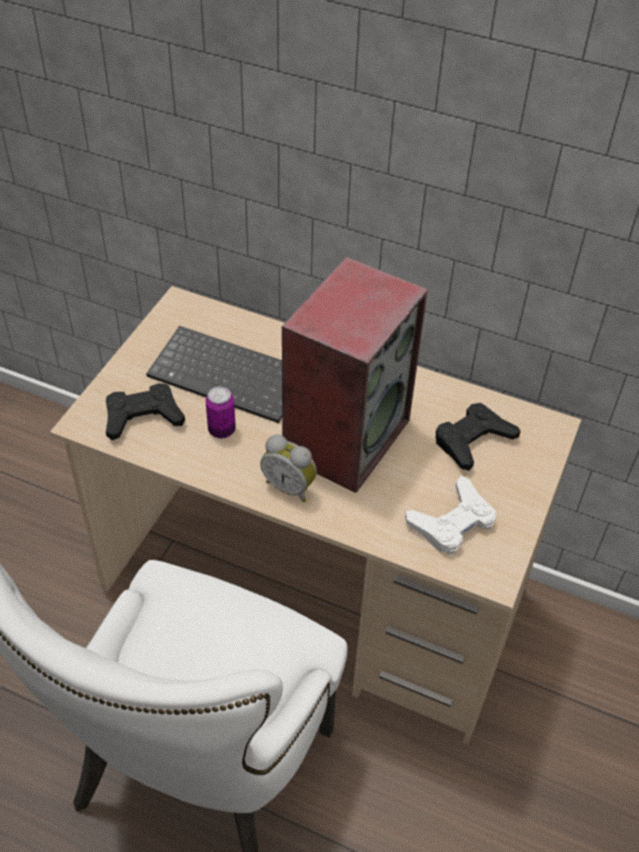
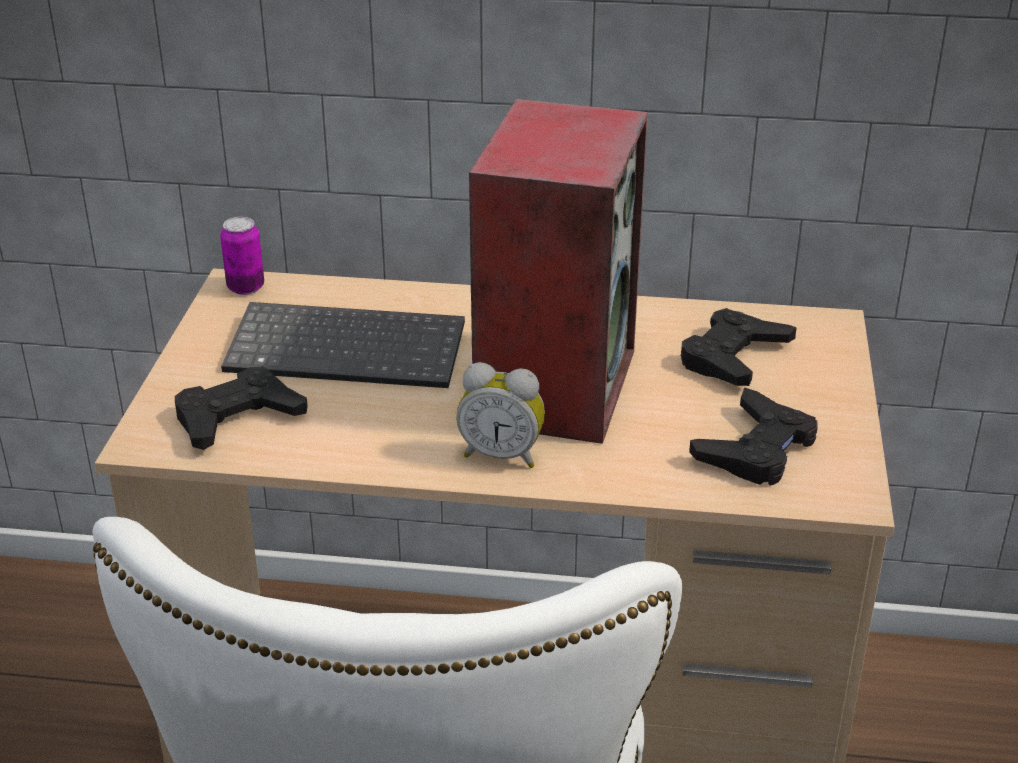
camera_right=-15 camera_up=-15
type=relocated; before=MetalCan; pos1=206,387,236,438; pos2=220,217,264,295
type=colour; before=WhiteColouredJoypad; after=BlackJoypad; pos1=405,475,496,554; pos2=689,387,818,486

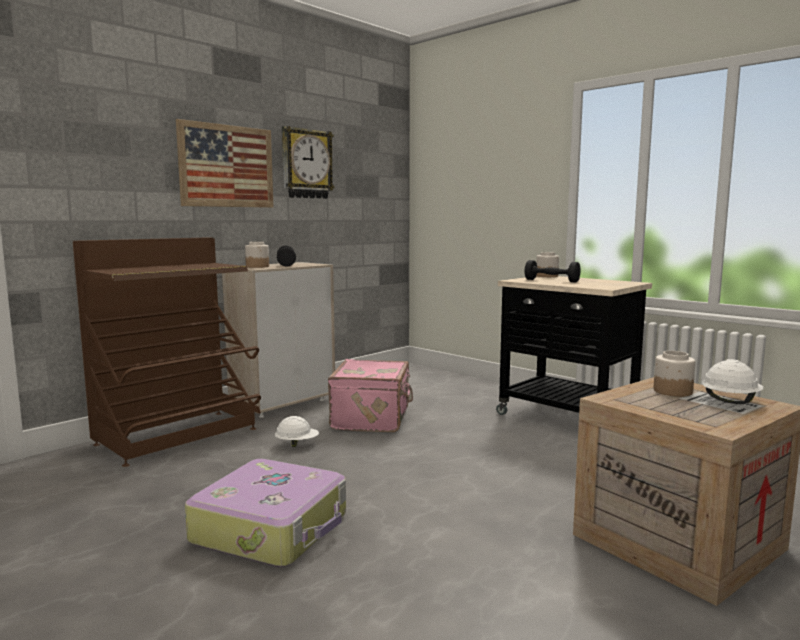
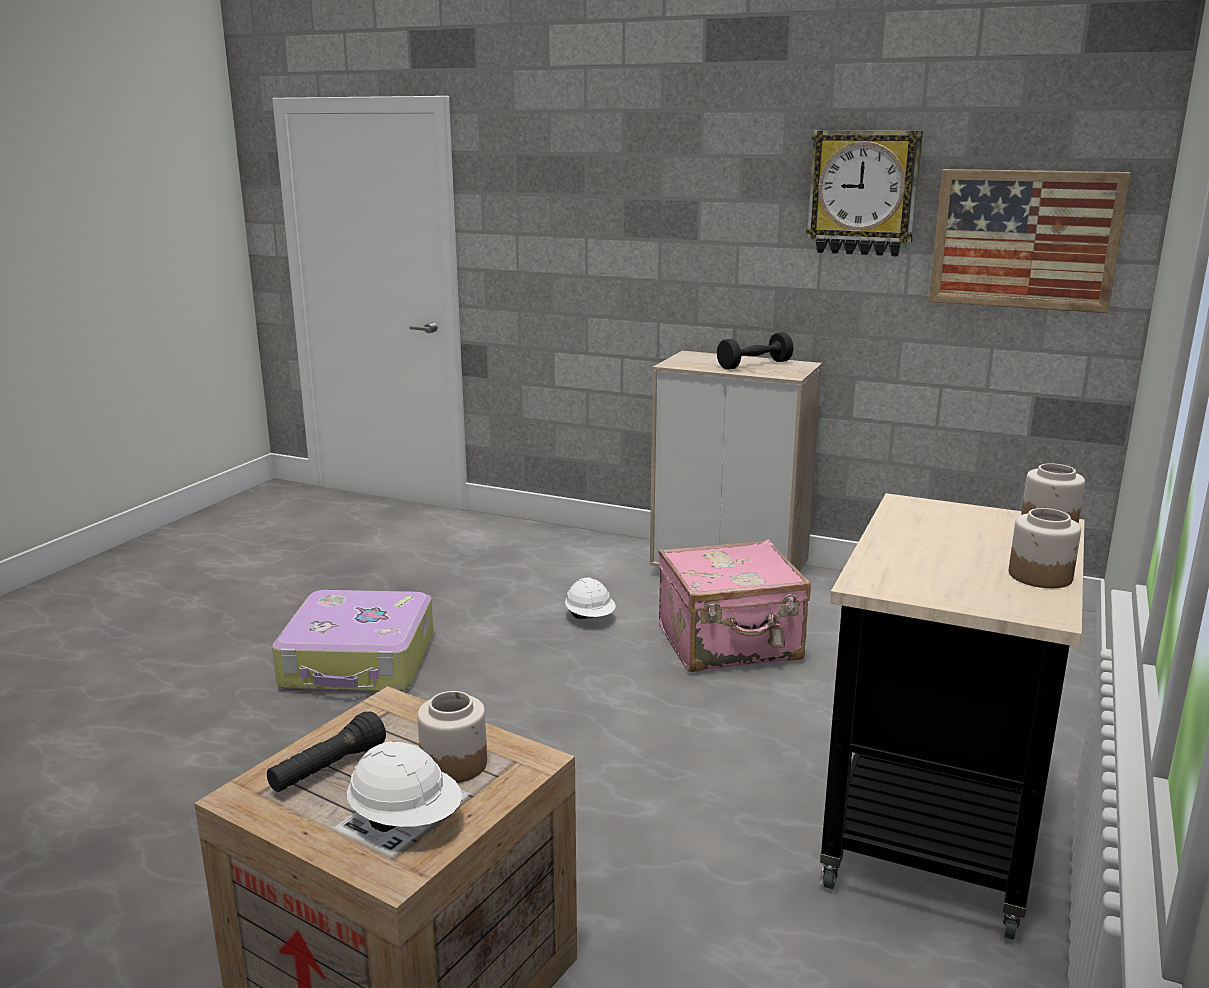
camera_right=70 camera_up=10
type=missing; before=BrownishShoeShelf; pos1=73,237,261,467
type=missing; before=BlackDumbbell; pos1=524,260,581,282
type=appeared; after=BlackTorch; pos2=267,711,386,792
type=relocated; before=WallPicture; pos1=176,119,274,208; pos2=929,169,1131,313
type=relocated; before=PreserveJar; pos1=245,242,269,268; pos2=1009,508,1081,588

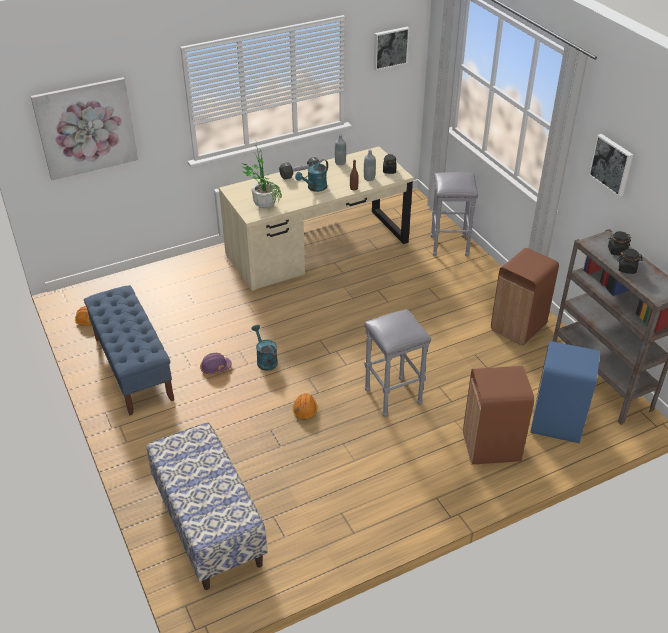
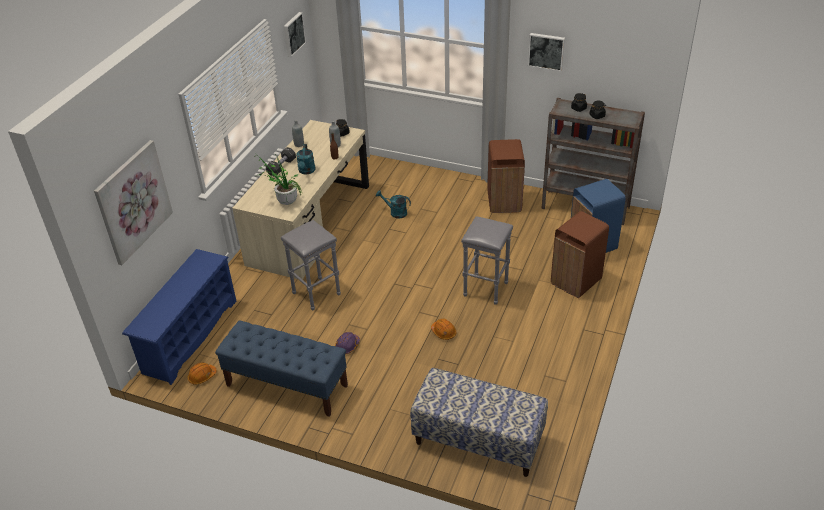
camera_right=-40 camera_up=0
type=appeared; after=BluishShoeShelf; pos2=122,249,237,385
type=relocated; before=TurquoiseColouredSprinklingCan; pos1=251,325,278,371; pos2=376,190,411,218
type=relocated; before=GreySittingStool; pos1=431,172,478,256; pos2=281,220,341,310

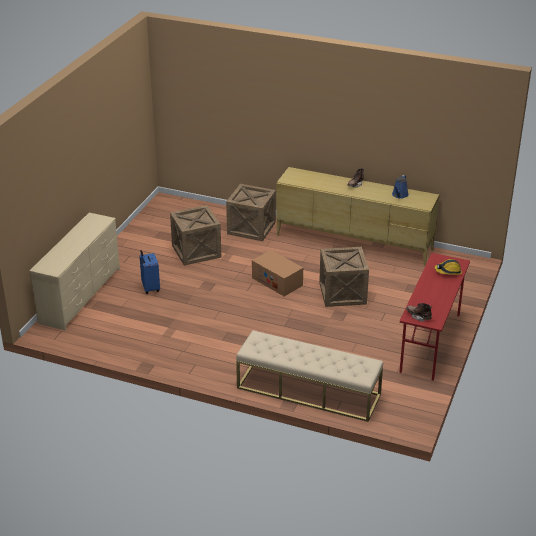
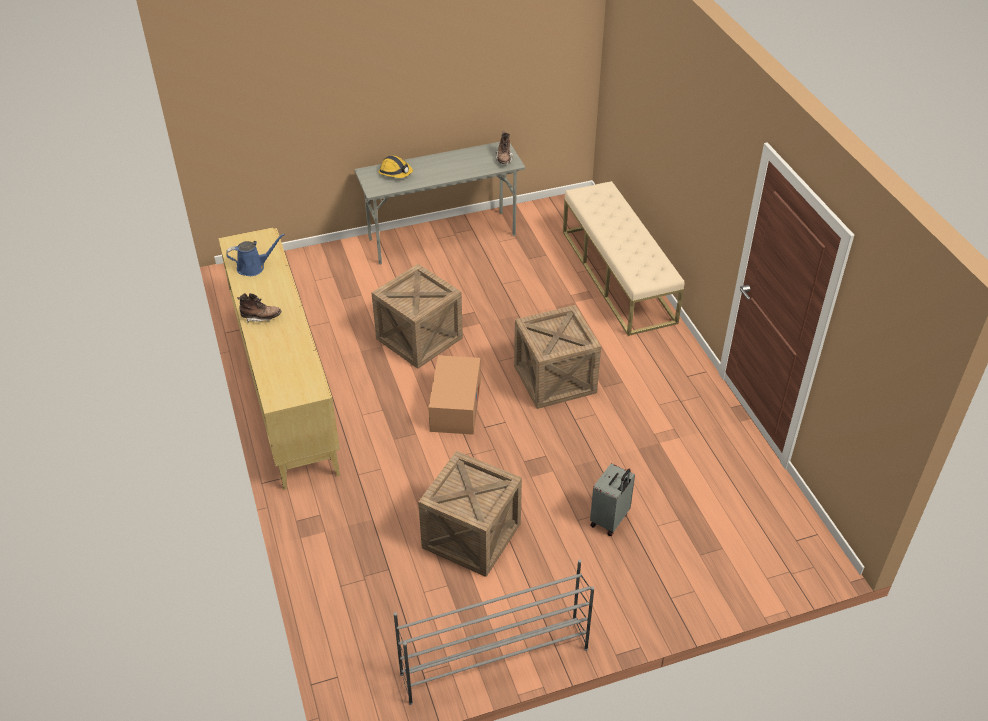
camera_right=-130 camera_up=10
type=missing; before=SandColouredDresser; pos1=30,213,120,331
type=appeared; after=GreyShoeShelf; pos2=394,559,594,705
type=relocated; before=Crate; pos1=226,184,276,241; pos2=514,305,601,409
type=colour; before=BluishPieceOfLuggage; after=GreyPieceOfLuggage; pos1=139,250,160,294; pos2=590,463,635,536
type=colour; before=RedColouredDeskUnit; after=GreyDeskUnit; pos1=399,253,470,381; pos2=355,142,525,264

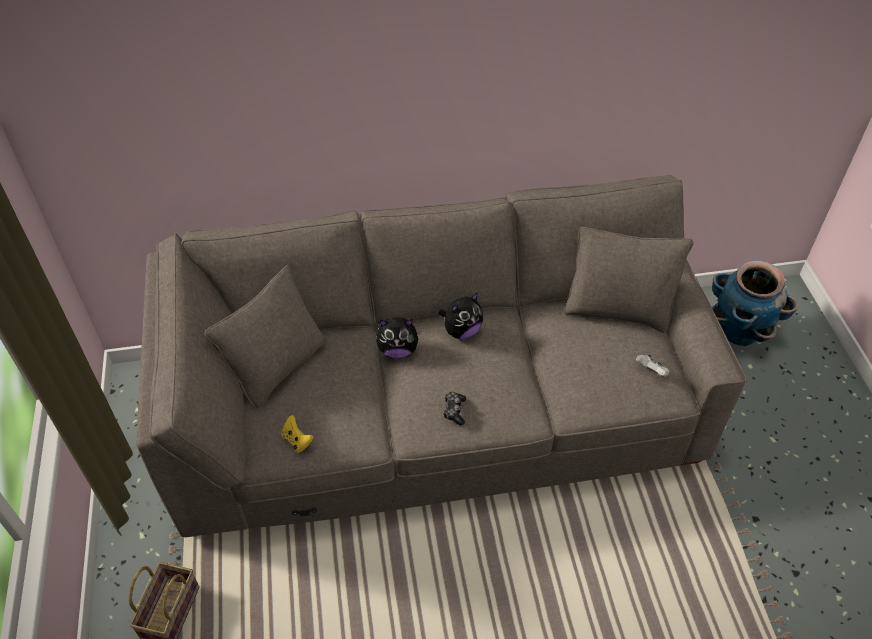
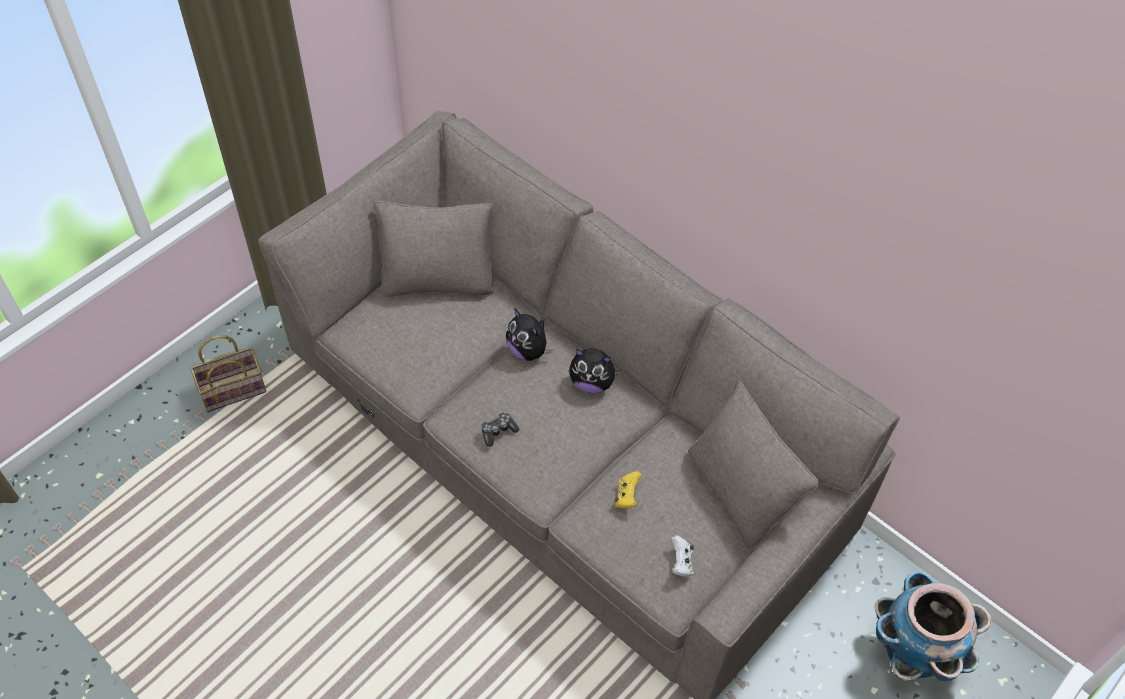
camera_right=50 camera_up=5
type=relocated; before=YellowColouredJoypad; pos1=281,415,314,453; pos2=615,471,642,508

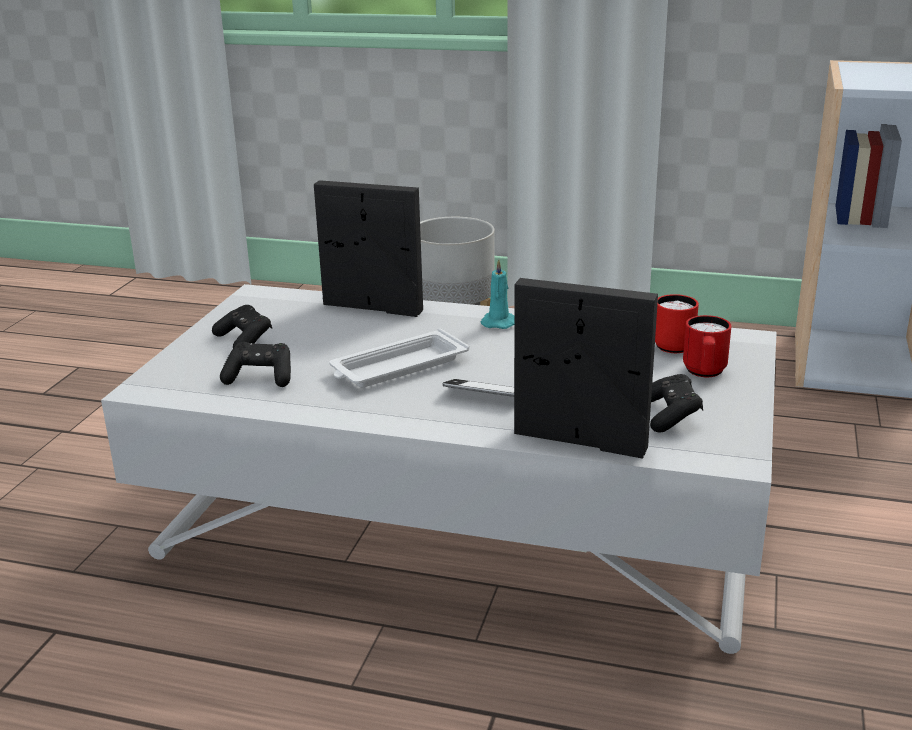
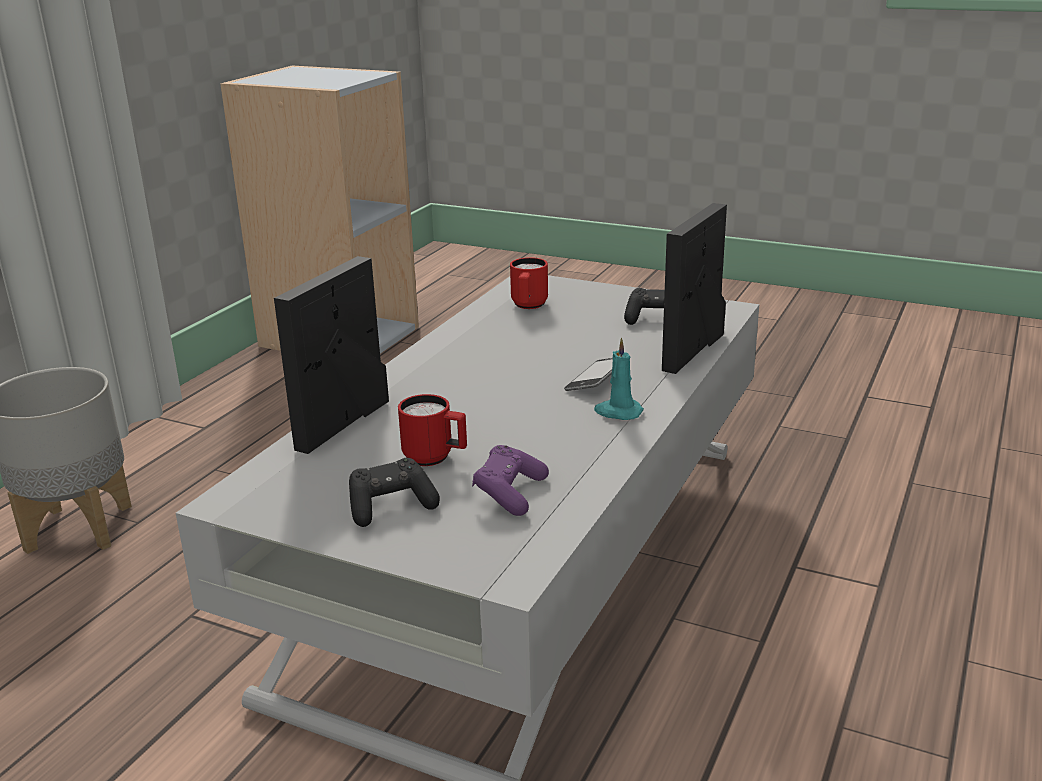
camera_right=-80 camera_up=0
type=missing; before=WhiteColouredServingTray; pos1=329,328,469,387
type=relocated; before=TurquoiseColouredWaxCandle; pos1=481,259,515,329; pos2=594,338,644,420
type=relocated; before=RedColouredCoffeeMug; pos1=683,315,732,377; pos2=398,394,467,466
type=colour; before=BlackJoypad; after=PurplishJoypad; pos1=220,342,291,387; pos2=472,445,549,516

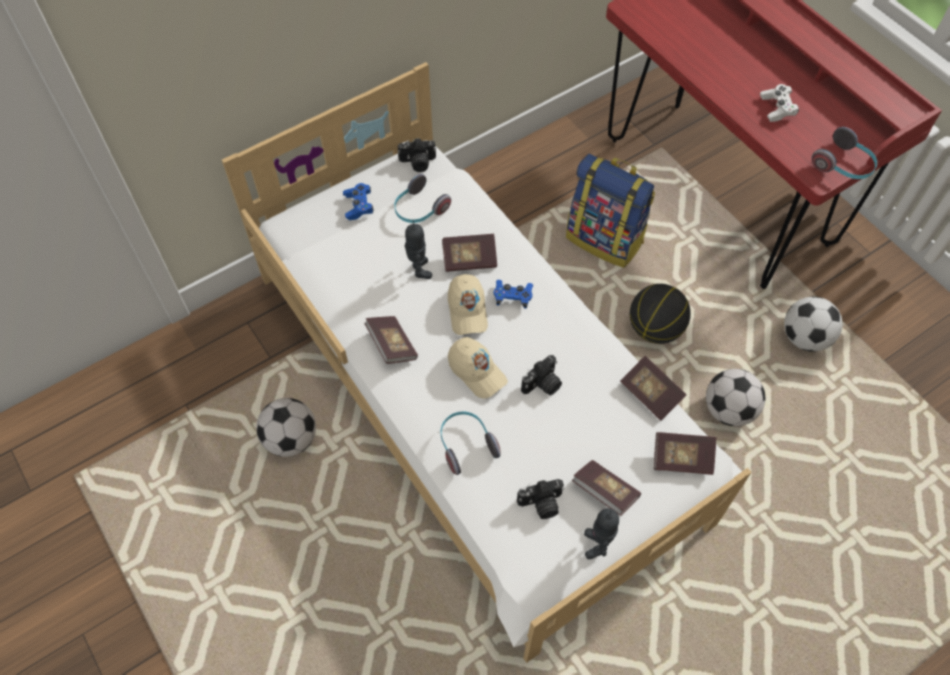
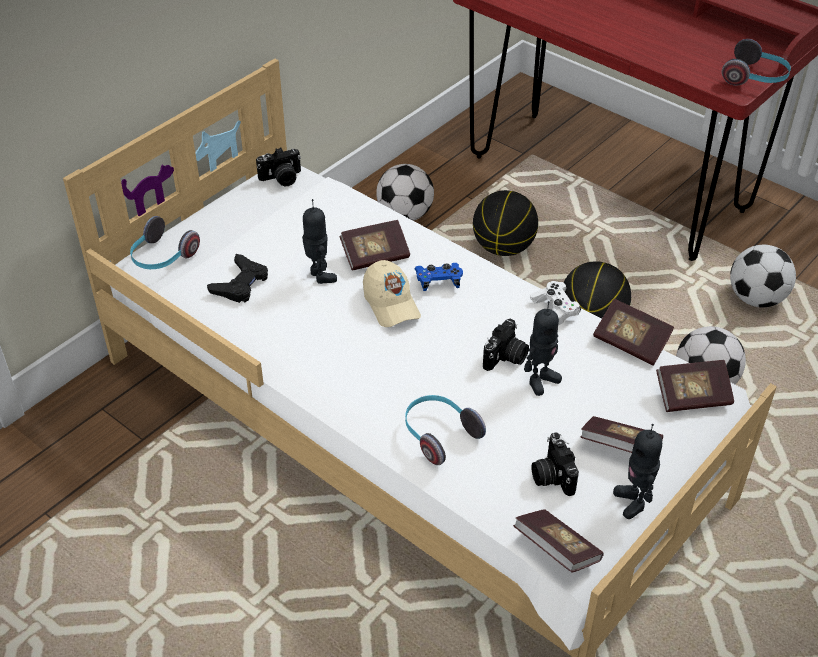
camera_right=-15 camera_up=-15
type=missing; before=BluishJoypad; pos1=343,183,374,220
type=missing; before=SandColouredCap; pos1=448,337,508,399
type=appeared; after=BlackJoypad; pos2=207,254,268,303
type=appeared; after=ToyRobot; pos2=524,301,562,396
type=relocated; before=FootballBall; pos1=256,398,316,457; pos2=376,164,434,221
type=relocated; before=BoundBook; pos1=364,316,418,364; pos2=513,509,604,572
type=relocated; before=Headset; pos1=394,174,451,223; pos2=130,216,200,269
type=relocated; before=WhiteColouredJoypad; pos1=760,84,799,122; pos2=530,281,581,326
type=exchanged; before=Backpack; after=BasketballBall; pos1=566,154,655,268; pos2=473,190,538,256
type=spun; before=StillCamera; pos1=517,479,564,519; pos2=531,433,579,496; turn=105

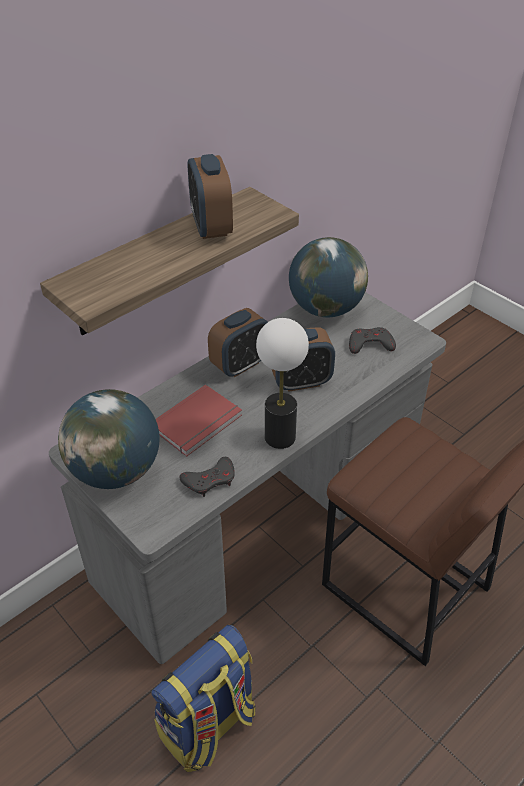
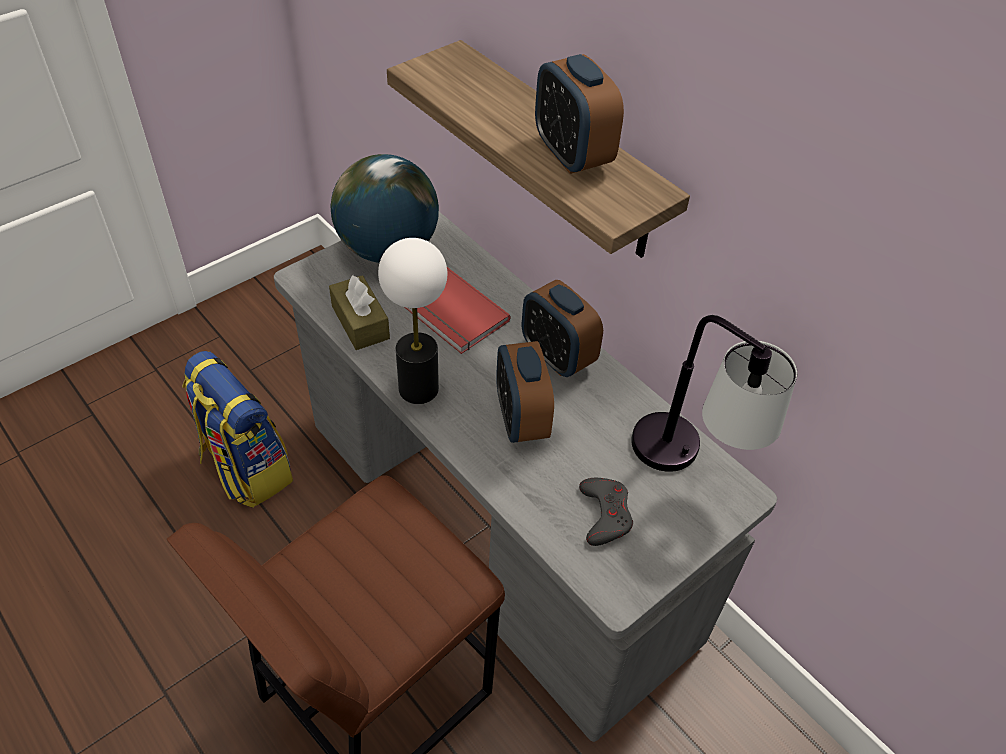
camera_right=90 camera_up=5
type=exchanged; before=GreyJoypad; after=BrownishBoxOfTissues; pos1=179,457,235,497; pos2=329,275,390,350
type=exchanged; before=Globe; after=TableLamp; pos1=289,237,368,317; pos2=631,315,797,472
type=spun; before=AlarmClock; pos1=188,154,233,239; pos2=535,54,624,174; turn=-105

